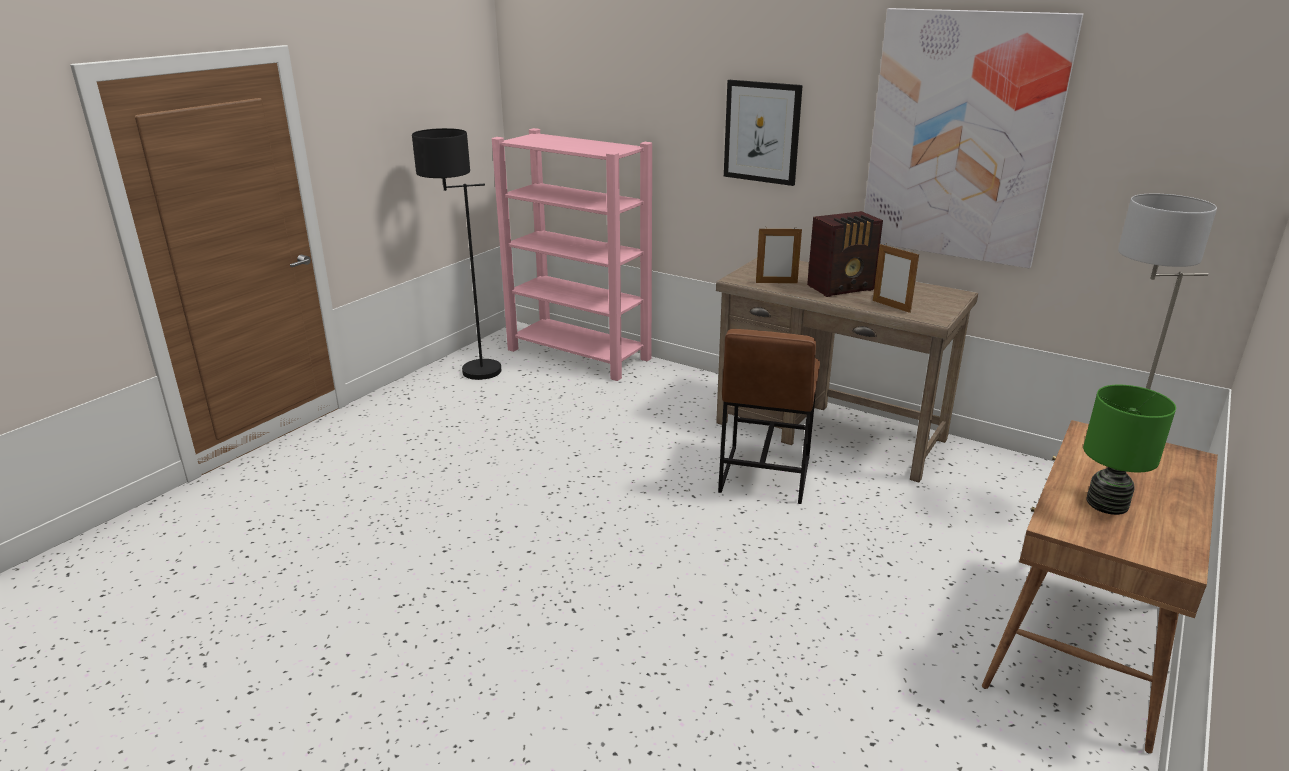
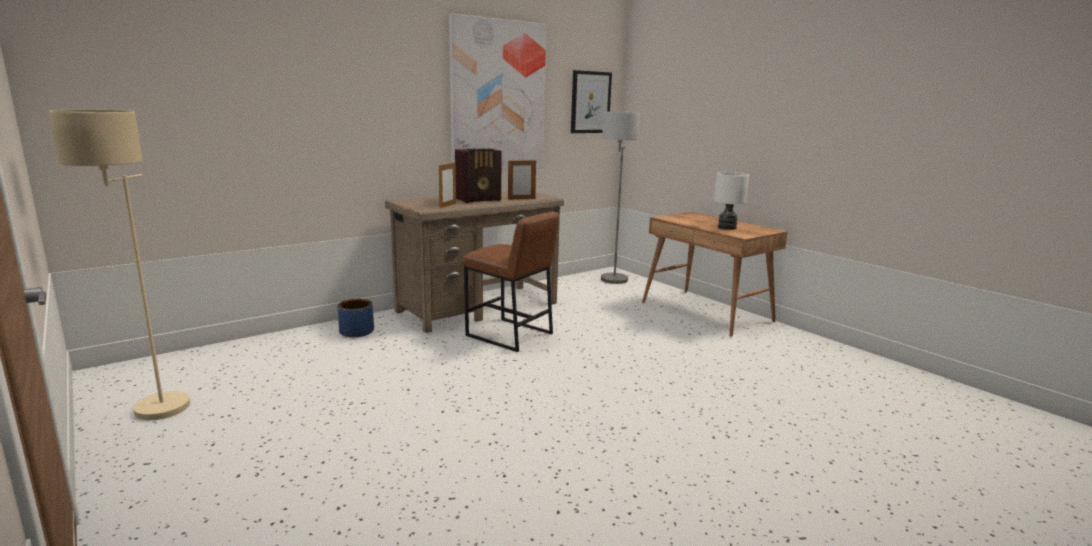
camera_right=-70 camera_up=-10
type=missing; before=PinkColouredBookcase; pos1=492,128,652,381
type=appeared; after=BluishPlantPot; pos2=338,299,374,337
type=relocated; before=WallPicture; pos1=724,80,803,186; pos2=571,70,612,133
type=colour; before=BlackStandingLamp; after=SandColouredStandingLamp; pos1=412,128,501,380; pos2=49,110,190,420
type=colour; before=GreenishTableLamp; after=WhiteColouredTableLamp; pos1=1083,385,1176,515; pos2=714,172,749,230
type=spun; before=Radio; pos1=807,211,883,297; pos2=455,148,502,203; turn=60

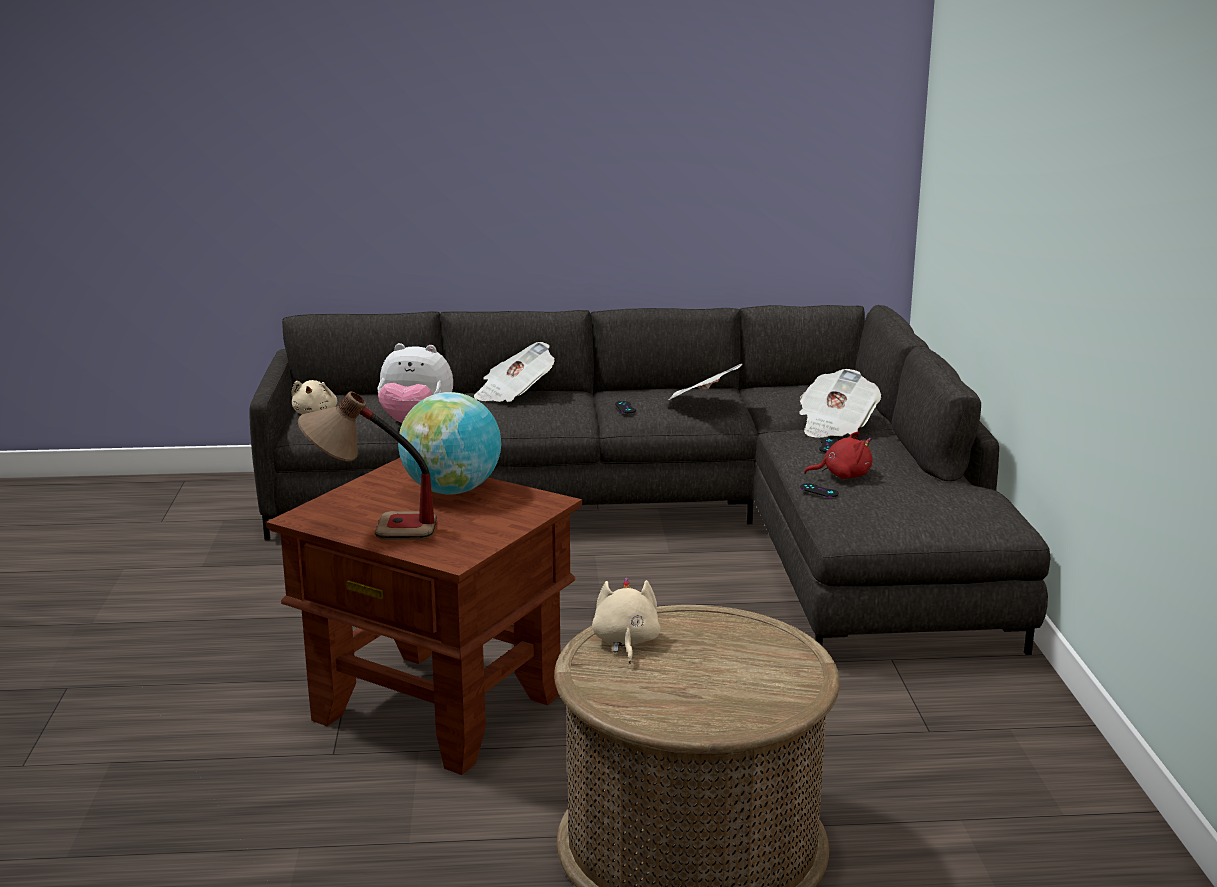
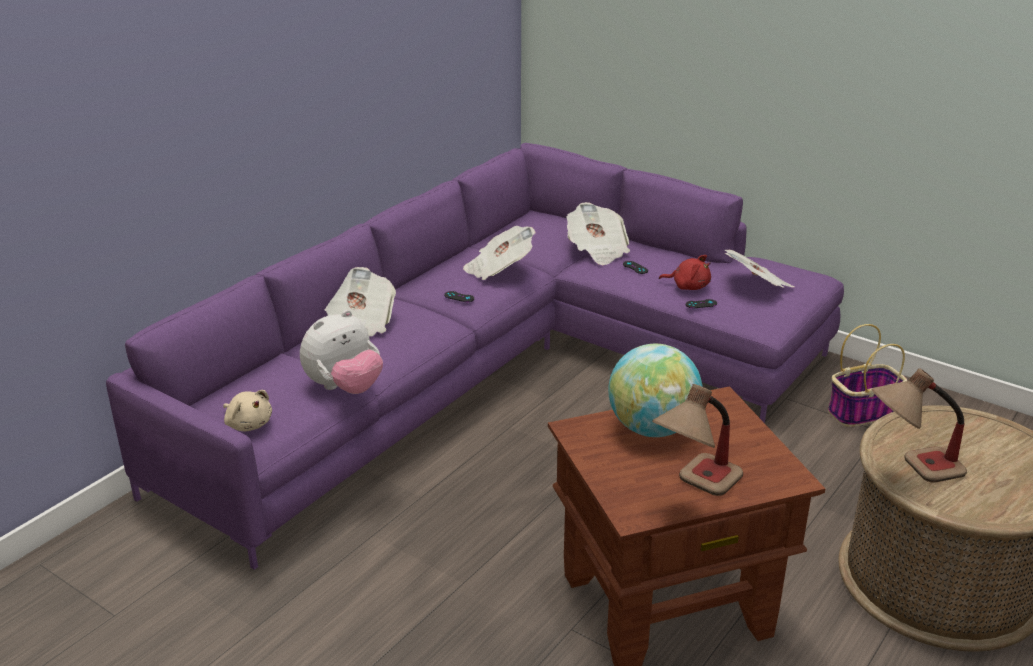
camera_right=-50 camera_up=10
type=appeared; after=PrintedPaper; pos2=724,250,794,288
type=appeared; after=Basket; pos2=828,324,907,427
type=exchanged; before=SandColouredPlushToy; after=TableLamp; pos1=592,578,660,664; pos2=871,368,967,483
type=colour; before=GreySofa; after=PurplishSofa; pos1=249,305,1050,655; pos2=106,143,844,570
type=spun; before=RedColouredPlushToy; pos1=804,431,872,479; pos2=659,255,711,290; turn=75

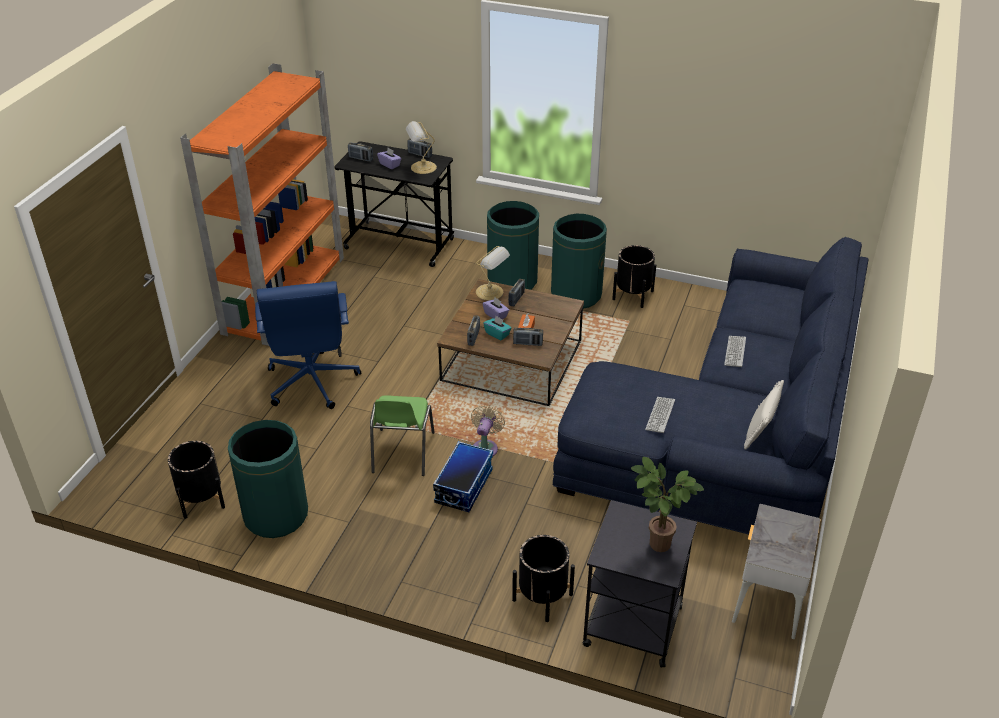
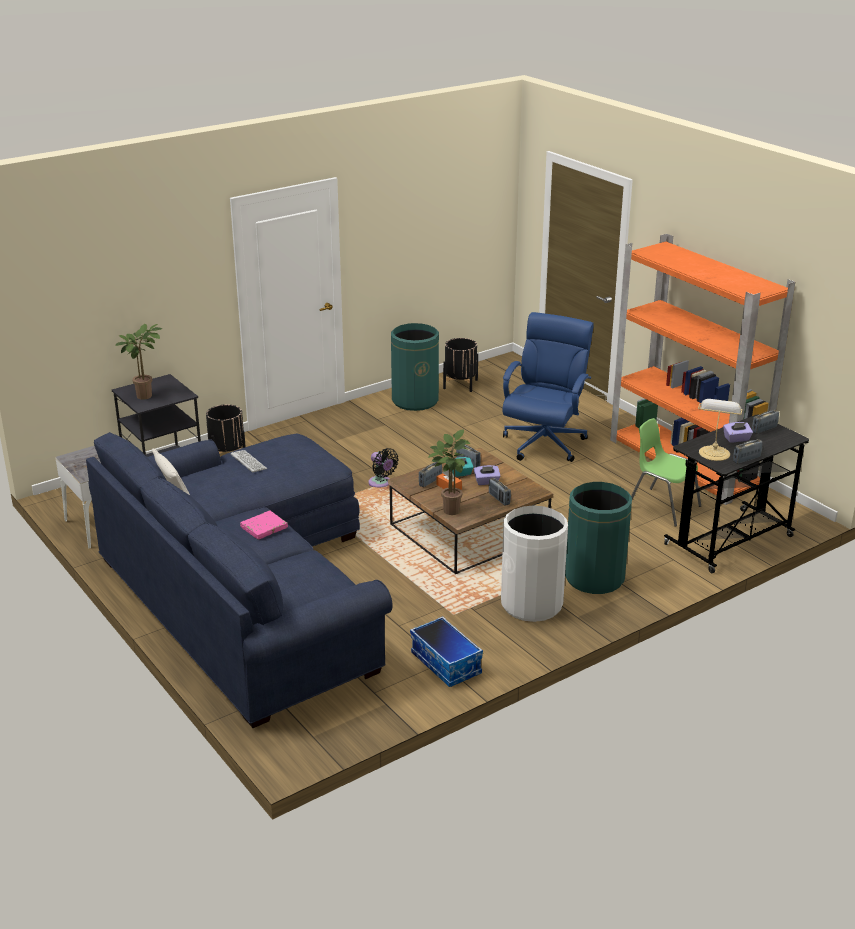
camera_right=125 camera_up=-10
type=missing; before=TableLamp; pos1=475,246,510,300
type=missing; before=BlackPlantPot; pos1=612,245,656,308
type=appeared; after=PlantInAPot; pos2=428,429,470,515
type=relocated; before=GreenishUprightChair; pos1=370,395,435,476; pos2=631,418,701,527
type=relocated; before=StorageBox; pos1=433,441,493,512; pos2=410,616,483,687
type=exchanged; before=Keyboard; after=PinkColouredBoundBook; pos1=724,336,746,367; pos2=240,510,288,539
type=colour; before=SandColouredElectricFan; after=BlackElectricFan; pos1=471,405,505,457; pos2=368,448,399,487
type=colour; before=GreenishRubbishBin; after=WhiteColouredRubbishBin; pos1=551,214,607,309; pos2=501,505,568,622
type=spun; before=BluishOfficeChair; pos1=255,281,361,409; pos2=502,312,594,462; turn=90

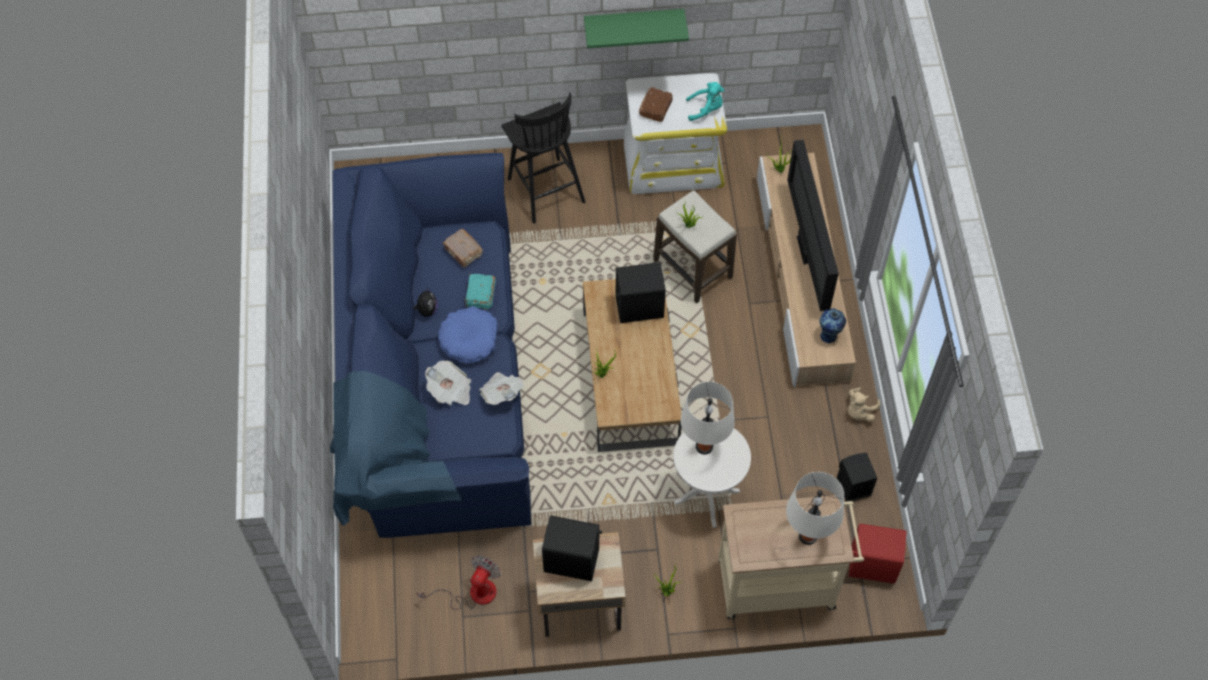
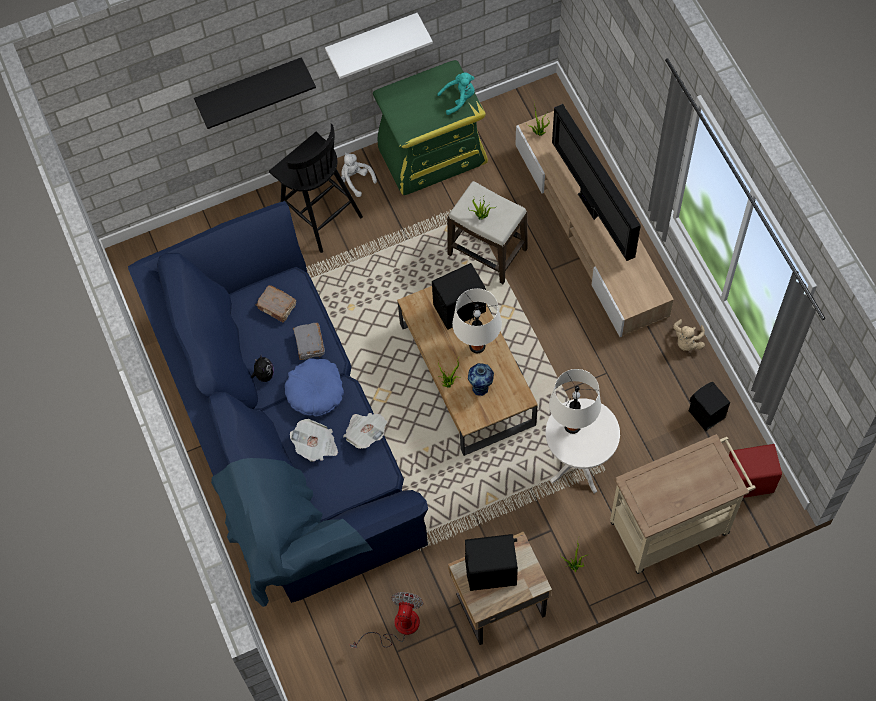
camera_right=-15 camera_up=5
type=missing; before=BrownishBoundBook; pos1=639,87,673,122
type=appeared; after=BlackBracketShelf; pos2=194,57,316,129
type=appeared; after=WhiteColouredPlushToy; pos2=341,153,377,197
type=relocated; before=WhiteColouredTableLamp; pos1=786,472,844,545; pos2=452,288,502,354
type=relocated; before=DecorativeVase; pos1=819,308,846,343; pos2=468,363,494,396
type=colour; before=TurquoiseColouredBoundBook; after=GreyBoundBook; pos1=465,274,496,310; pos2=293,323,325,360
type=colour; before=GreenishBracketShelf; after=WhiteColouredBracketShelf; pos1=584,9,689,48; pos2=325,13,433,79
type=colour; before=WhiteColouredBedsideTable; after=GreenishBedsideTable; pos1=624,73,727,194; pos2=373,60,488,195

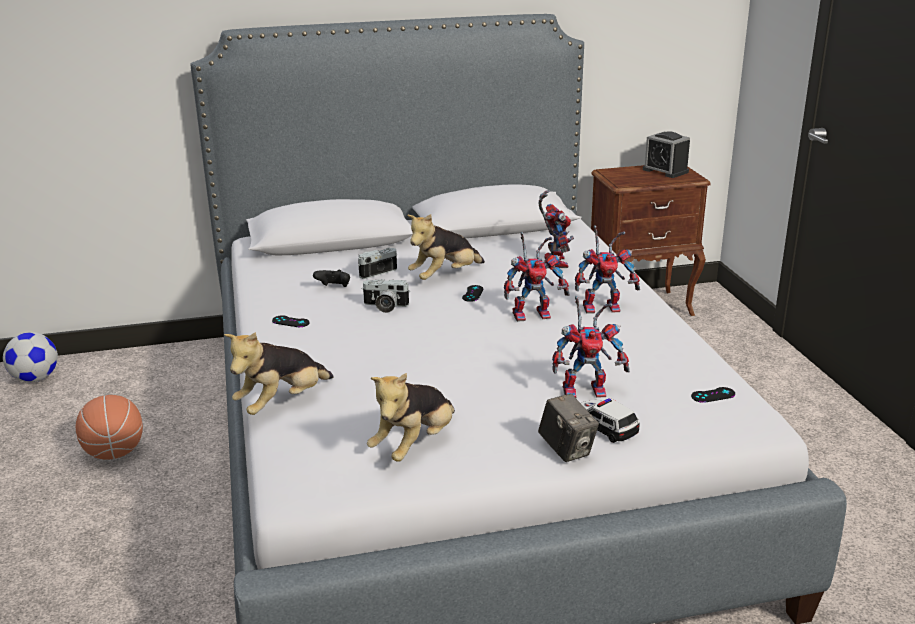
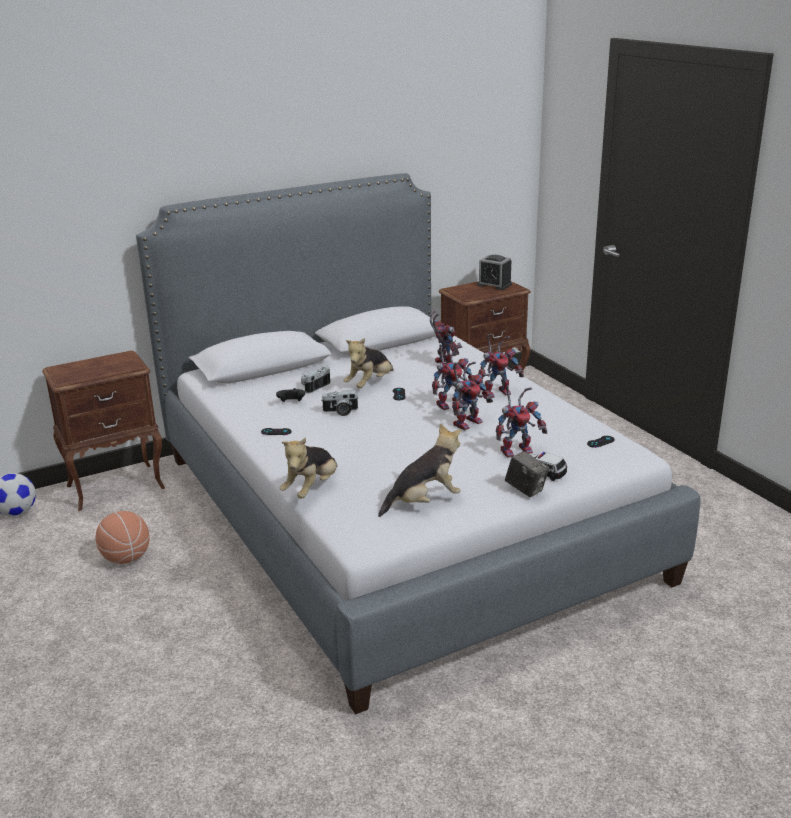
camera_right=-15 camera_up=0
type=appeared; after=BrownishBedsideTable; pos2=42,351,165,511
type=appeared; after=ToyRobot; pos2=452,362,493,431
type=spun; before=PlushToy; pos1=367,373,455,462; pos2=378,423,462,517; turn=-135

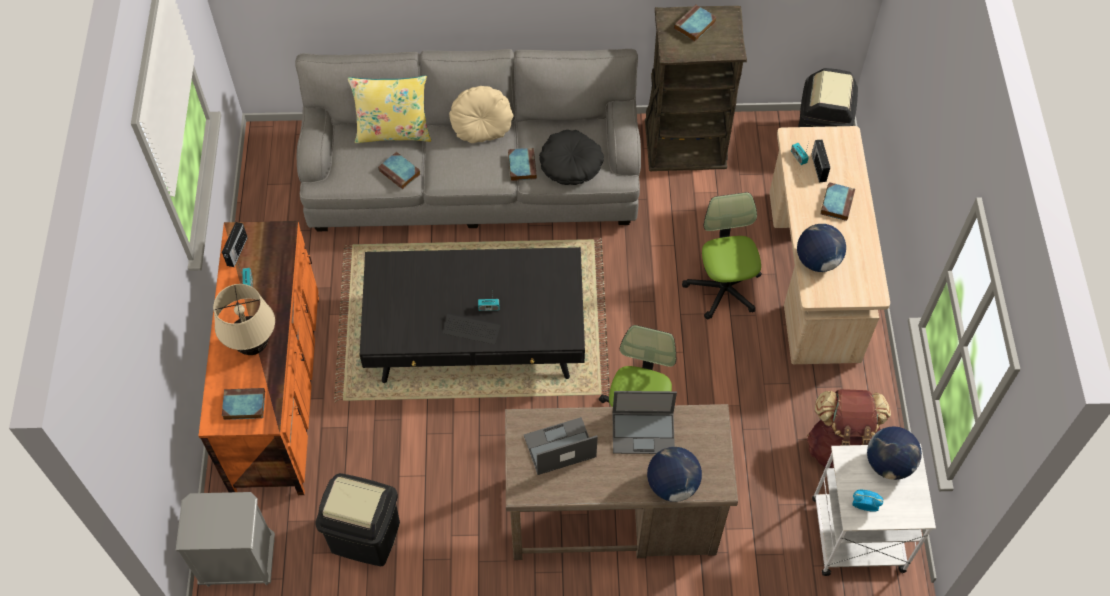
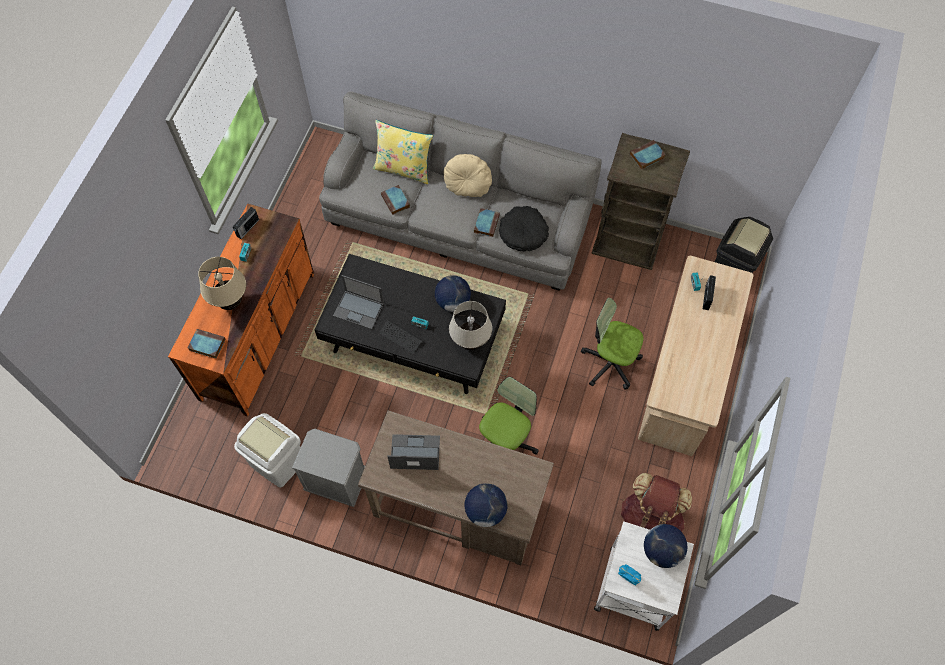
camera_right=20 camera_up=5
type=missing; before=BoundBook; pos1=821,182,855,221
type=appeared; after=SandColouredTableLamp; pos2=449,301,492,350
type=relocated; before=GreyBedsideTable; pos1=176,492,275,587; pos2=292,428,365,507
type=relocated; before=NotebookComputer; pos1=613,391,677,454; pos2=333,275,384,329
type=relocated; before=Globe; pos1=797,224,846,272; pos2=435,275,471,312
type=colour; before=BlackRubbishBin; after=WhiteColouredRubbishBin; pos1=315,473,400,566; pos2=234,413,301,488
type=spun; before=OfficeChair; pos1=682,192,762,320; pos2=581,298,643,389; turn=-75

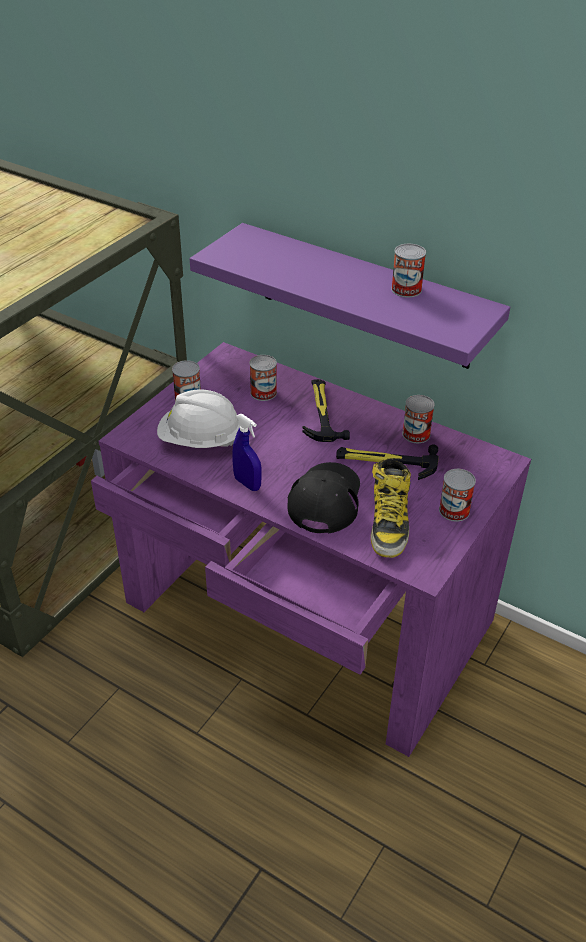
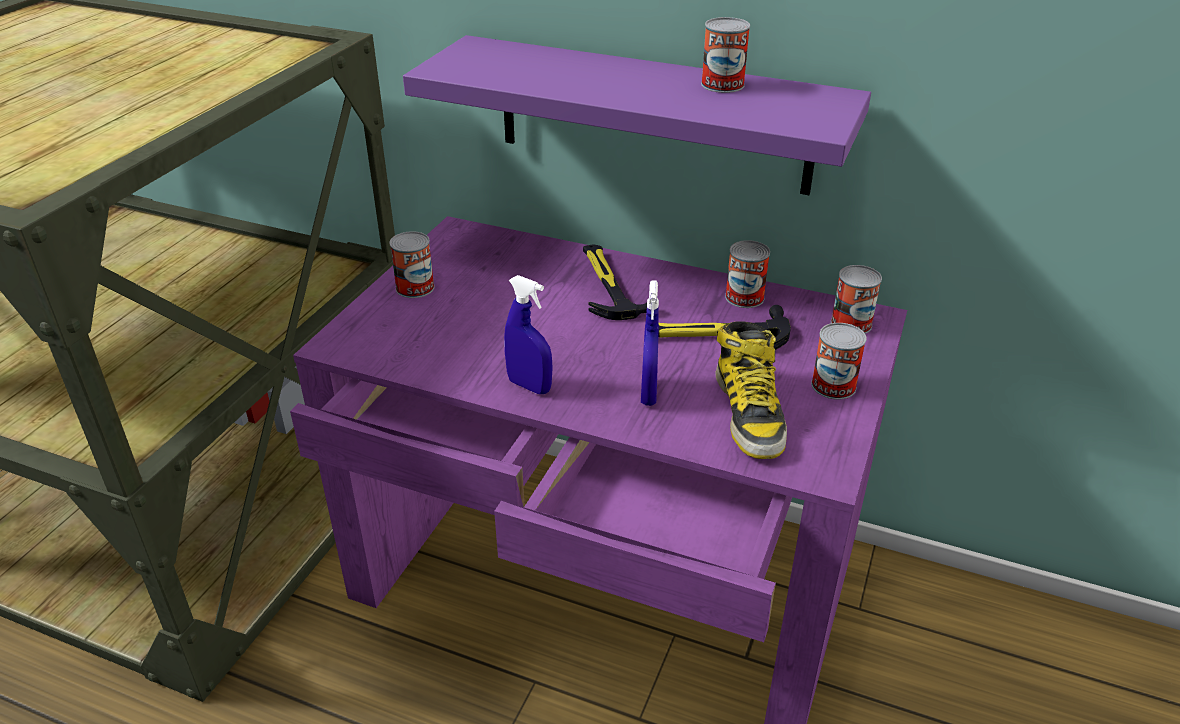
camera_right=-10 camera_up=-5
type=missing; before=WhiteColouredWorkHelmet; pos1=157,389,240,448
type=relocated; before=MetalCan; pos1=250,355,277,401; pos2=831,265,882,334
type=exchanged; before=BlackCap; after=BluishSprayer; pos1=287,462,360,534; pos2=641,280,659,406

